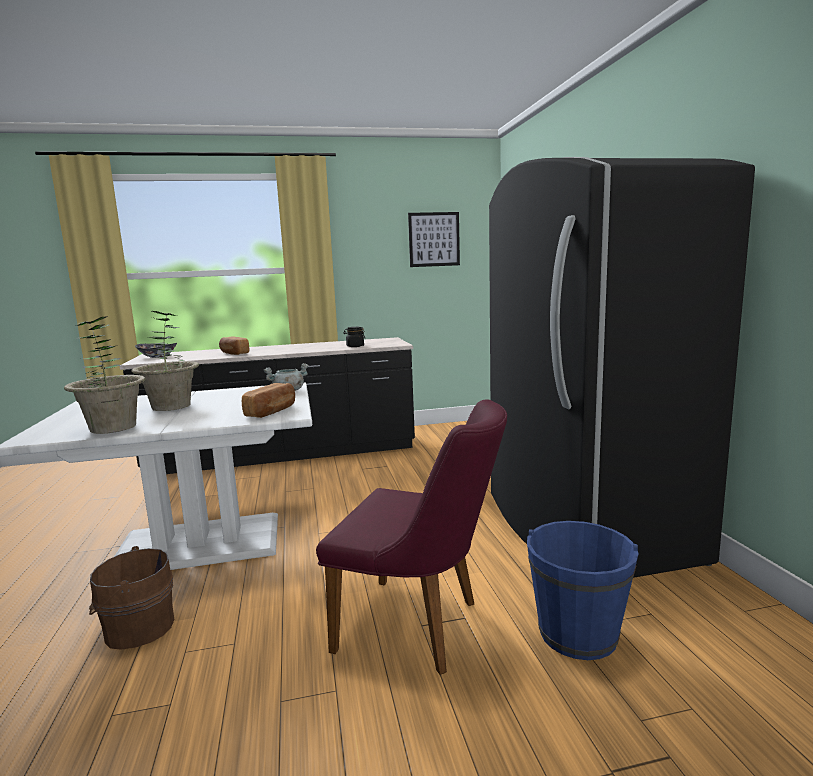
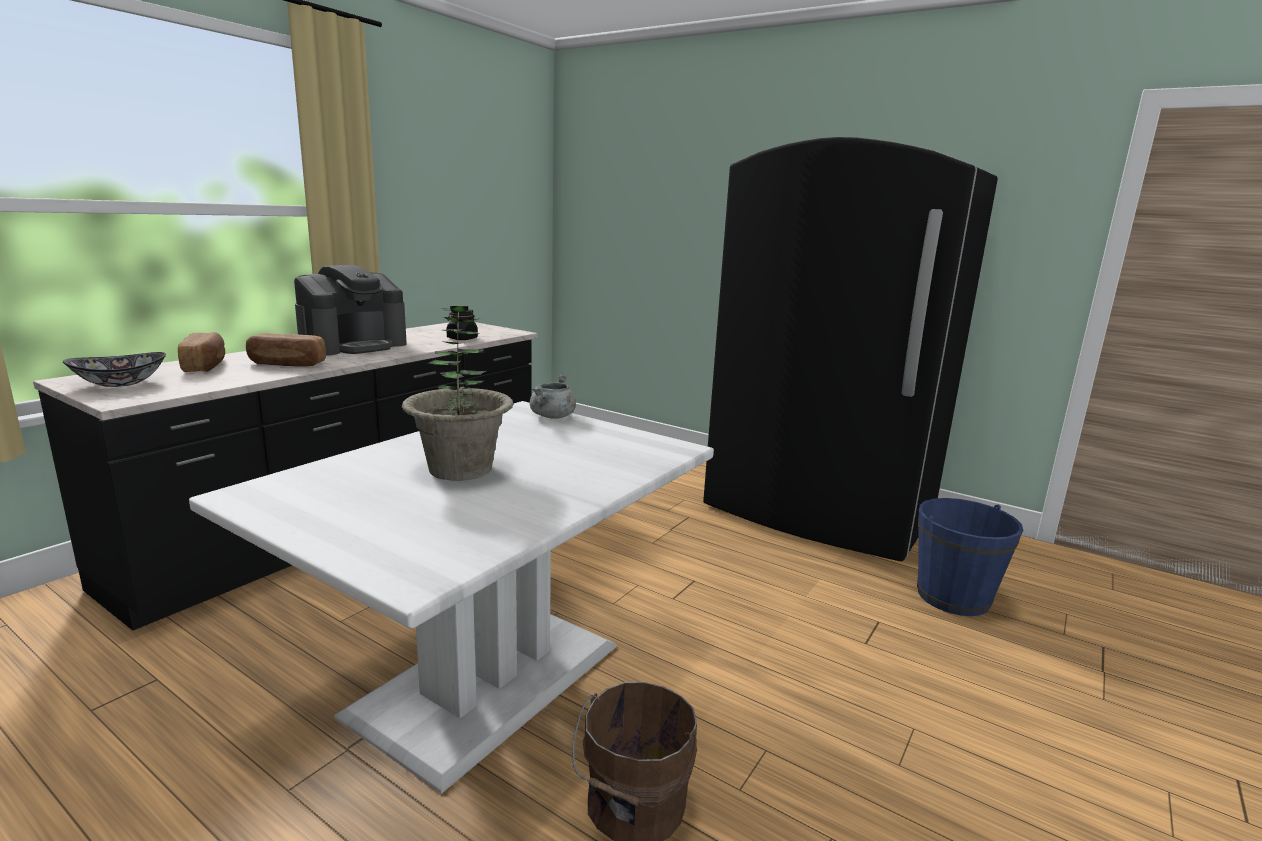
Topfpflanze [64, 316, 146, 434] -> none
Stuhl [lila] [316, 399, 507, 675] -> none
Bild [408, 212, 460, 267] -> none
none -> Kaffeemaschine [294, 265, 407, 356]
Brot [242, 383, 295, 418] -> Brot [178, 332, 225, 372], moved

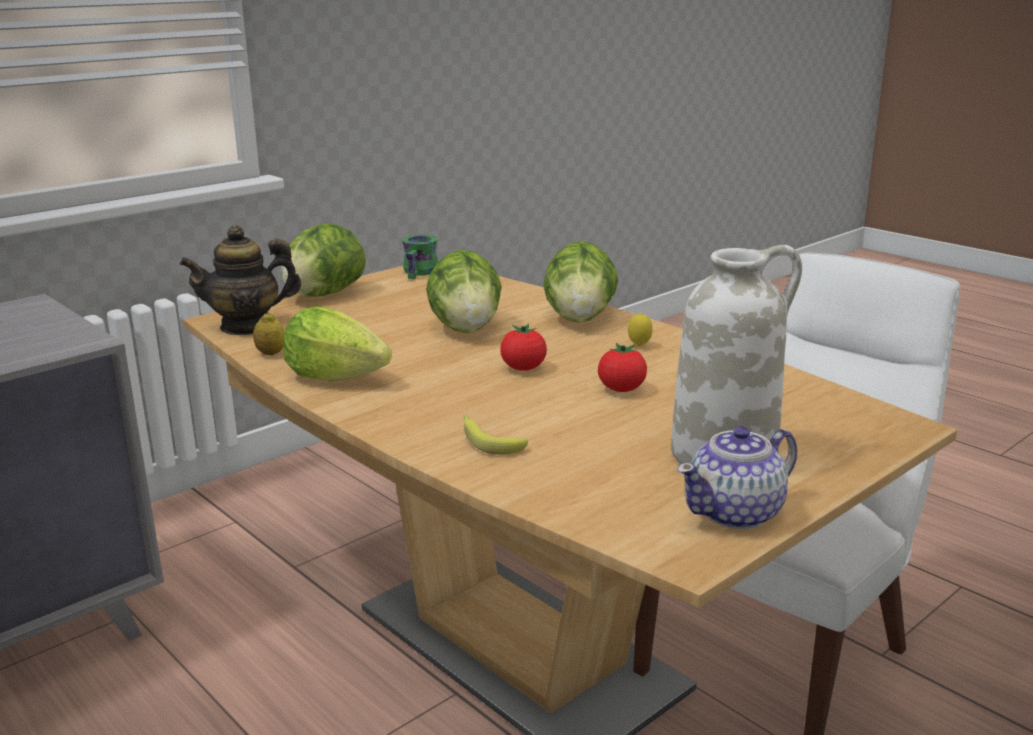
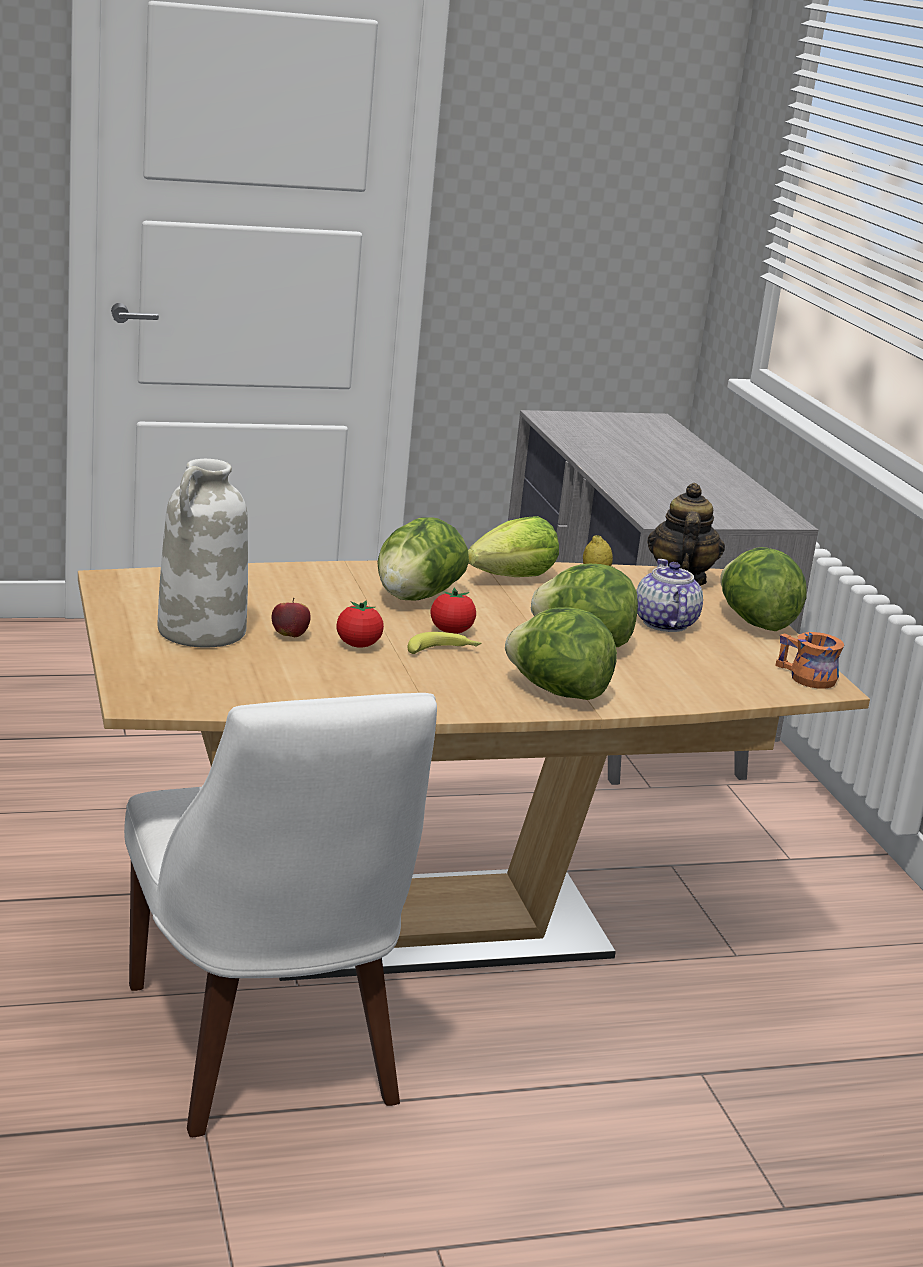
Zitrone [628, 313, 653, 346] -> none
none -> Apfel [271, 598, 311, 637]
none -> Salatkopf [378, 517, 469, 600]
Banane [464, 415, 528, 455] -> Banane [407, 632, 481, 654], moved
Teekanne [677, 426, 797, 529] -> Teekanne [636, 559, 703, 632], moved
Henkelbecher [grün] [402, 235, 439, 279] -> Henkelbecher [orange] [775, 632, 844, 689]

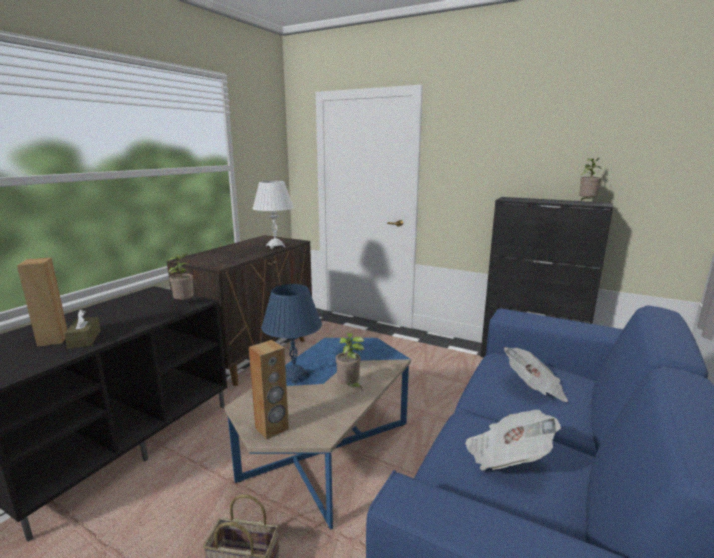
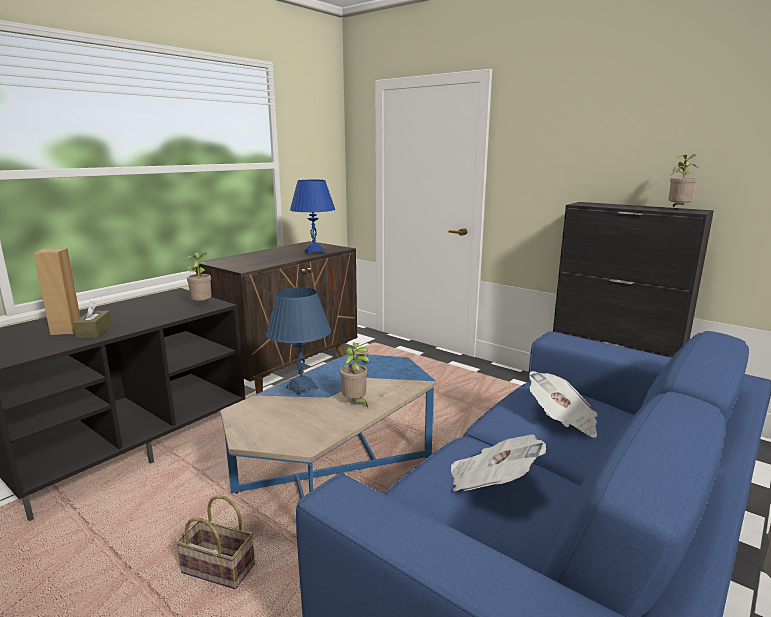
Lautsprecher [braun] [249, 340, 289, 440] -> none
Tischlampe [weiß] [252, 181, 294, 249] -> Tischlampe [blau] [290, 180, 335, 255]

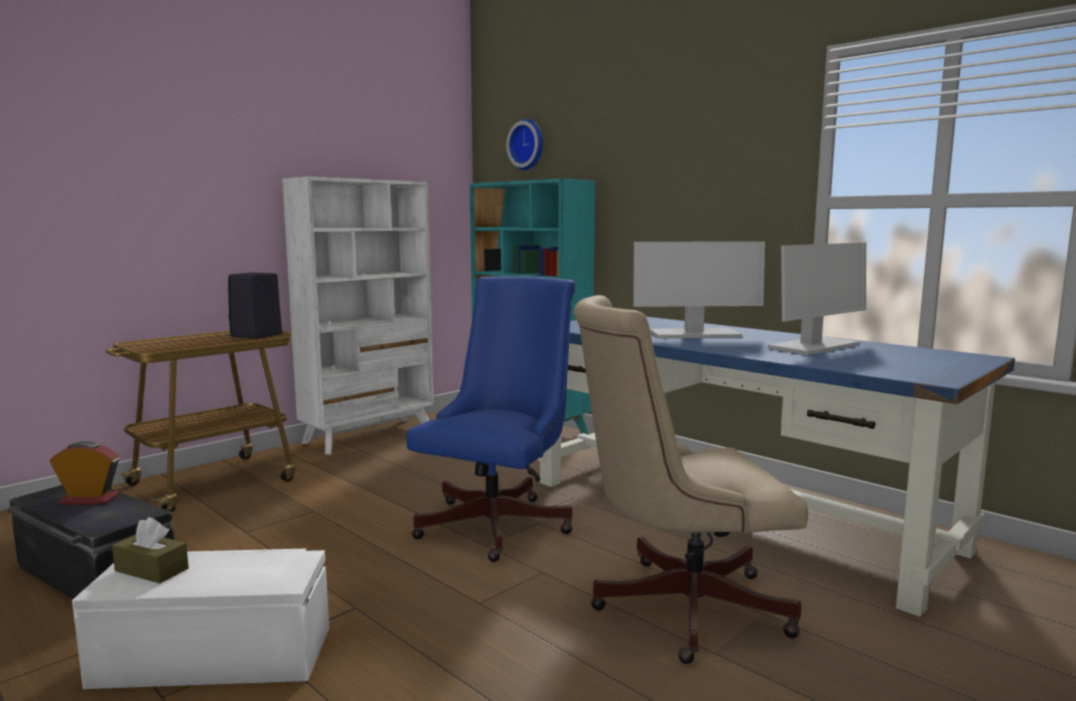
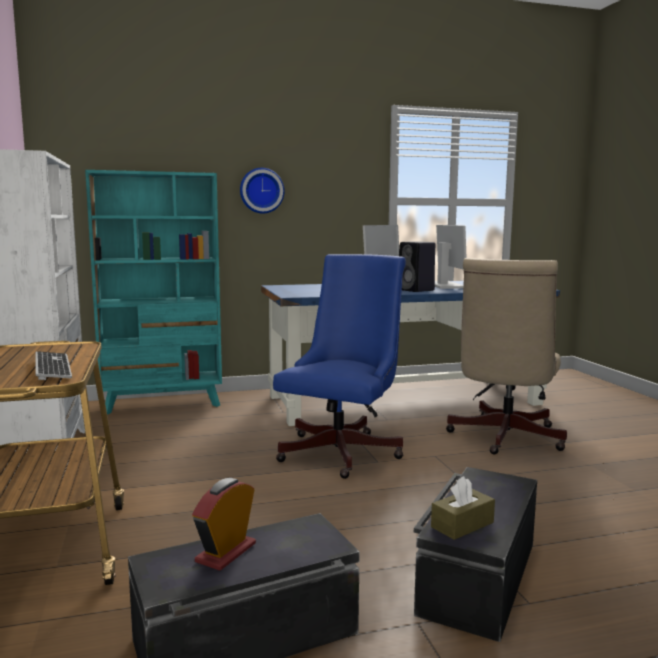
none -> Tastatur [35, 351, 72, 380]
Lautsprecher [schwarz] [228, 272, 282, 339] -> Lautsprecher [schwarz] [399, 241, 435, 292], moved
Wanduhr [506, 119, 543, 170] -> Wanduhr [240, 168, 284, 214], moved
Aufbewahrungsbox [weiß] [72, 548, 329, 689] -> Aufbewahrungsbox [schwarz] [414, 467, 537, 642]
Bürostuhl [blau] [406, 276, 575, 562] -> Bürostuhl [blau] [273, 254, 406, 479], 60 degrees clockwise

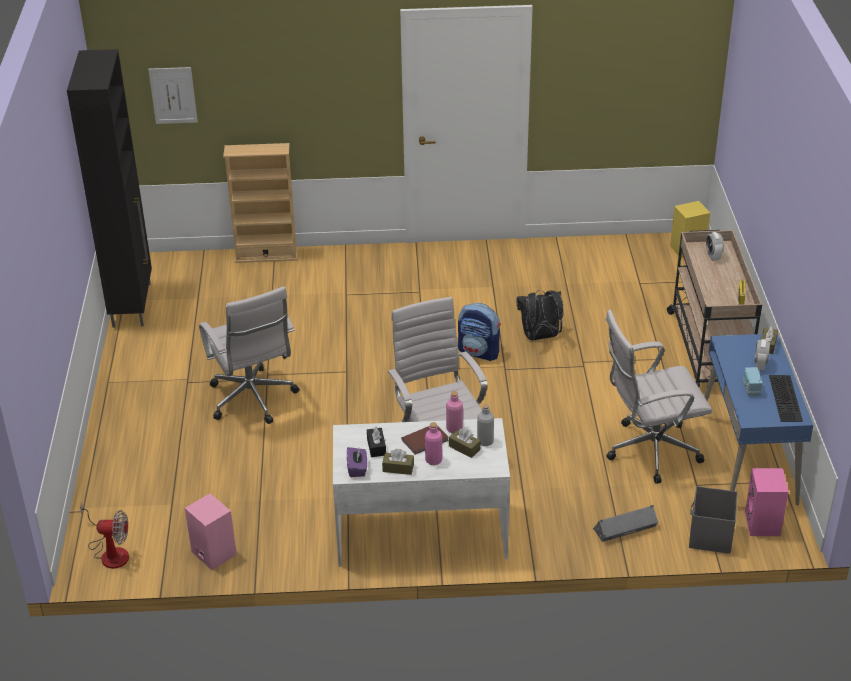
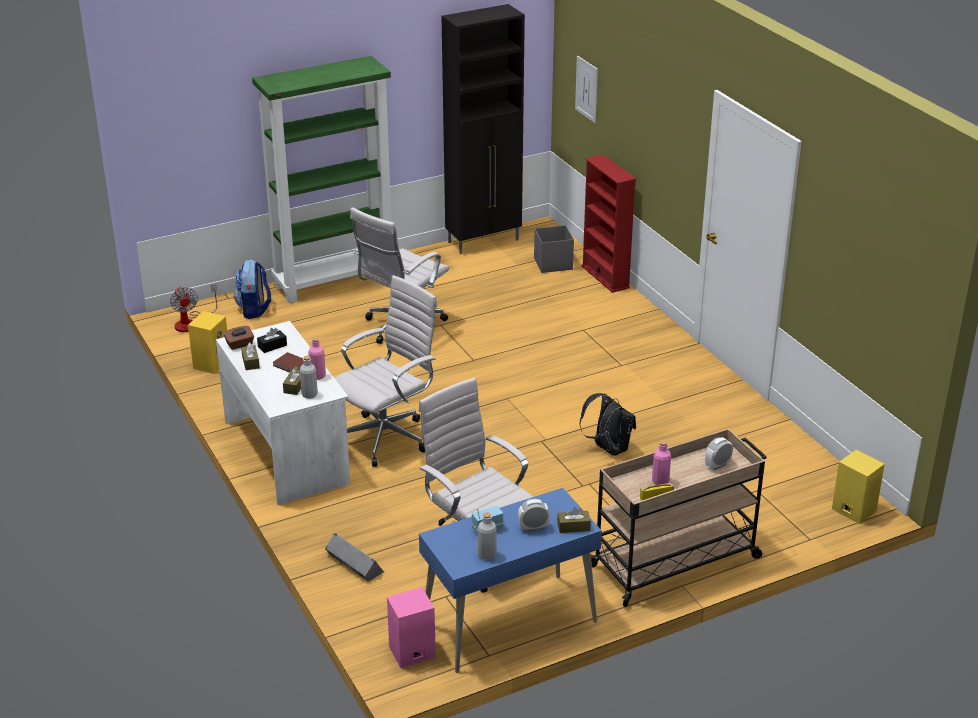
none -> Bücherregal [grün] [252, 56, 391, 303]
Flasche [rosa] [425, 422, 442, 465] -> Flasche [rosa] [652, 440, 671, 485], moved
Rucksack [458, 303, 501, 361] -> Rucksack [234, 259, 271, 319], moved
Aufbewahrungsbox [grau] [689, 486, 738, 554] -> Aufbewahrungsbox [grau] [534, 225, 574, 273], moved
Tastatur [769, 375, 803, 422] -> Flasche [grau] [478, 512, 497, 560]
Lautsprecher [rosa] [185, 493, 237, 570] -> Lautsprecher [gelb] [188, 311, 227, 374]
Bücherregal [beige] [223, 143, 298, 263] -> Bücherregal [rot] [581, 155, 636, 293]
Taschentuchbox [lila] [347, 447, 367, 477] -> Taschentuchbox [braun] [223, 326, 254, 350]

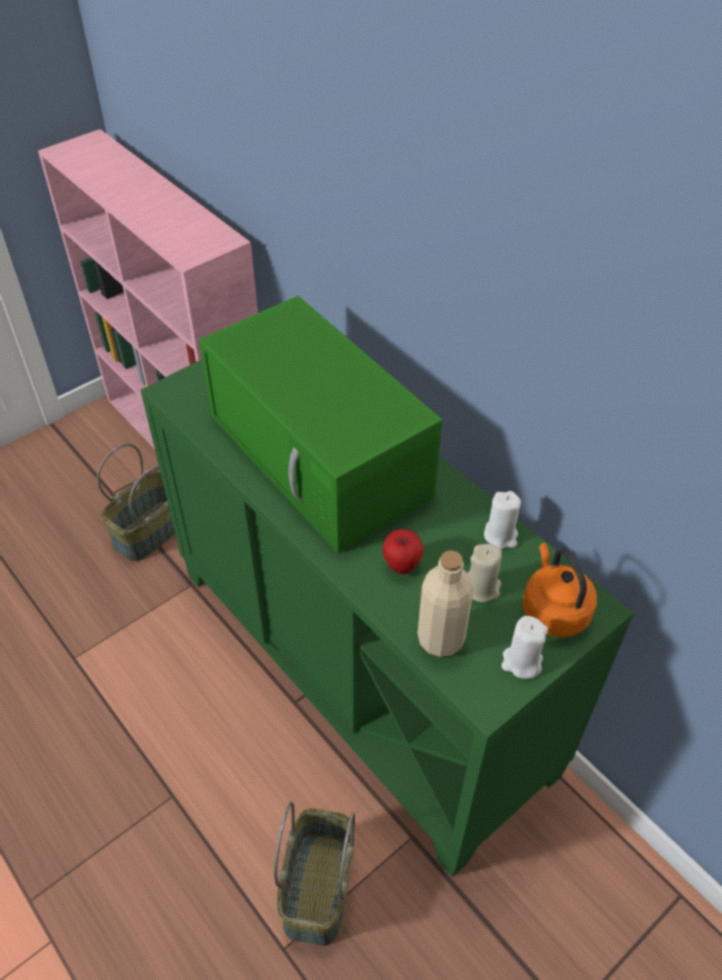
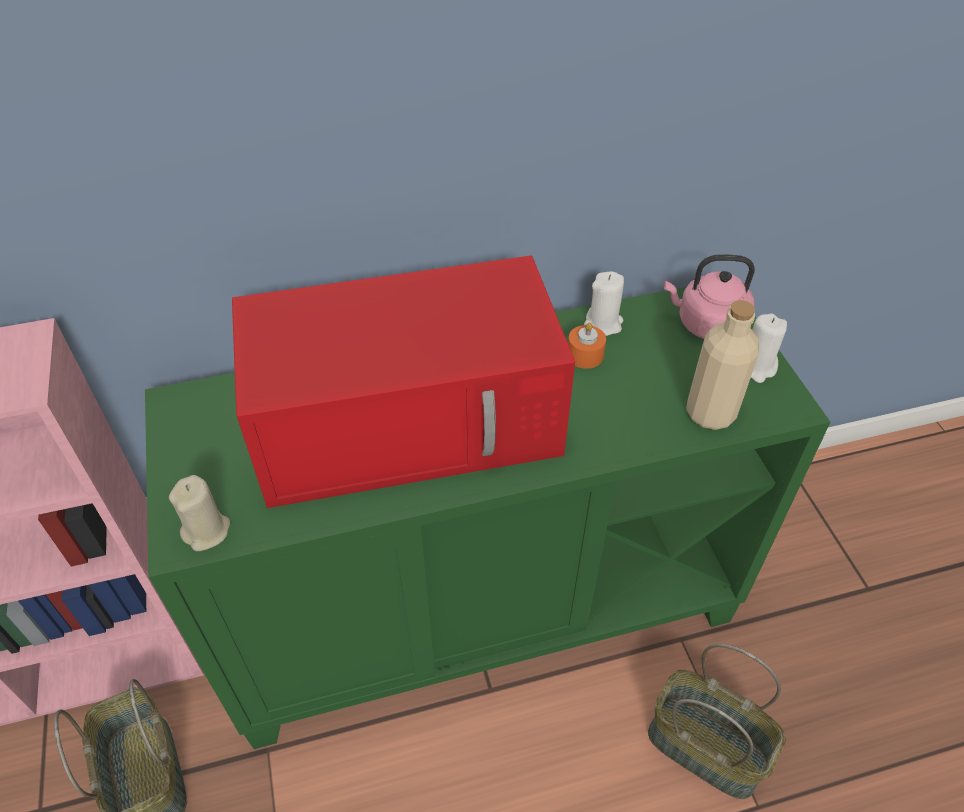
Apfel [383, 529, 424, 574] -> none
none -> Kerze [orange] [568, 323, 606, 369]
Kerze [beige] [468, 544, 502, 602] -> Kerze [beige] [169, 475, 230, 551], moved
Mikrowelle [grün] [199, 296, 443, 553] -> Mikrowelle [rot] [232, 255, 575, 508]
Wasserkessel [orange] [523, 542, 597, 638] -> Wasserkessel [rosa] [664, 255, 755, 339]

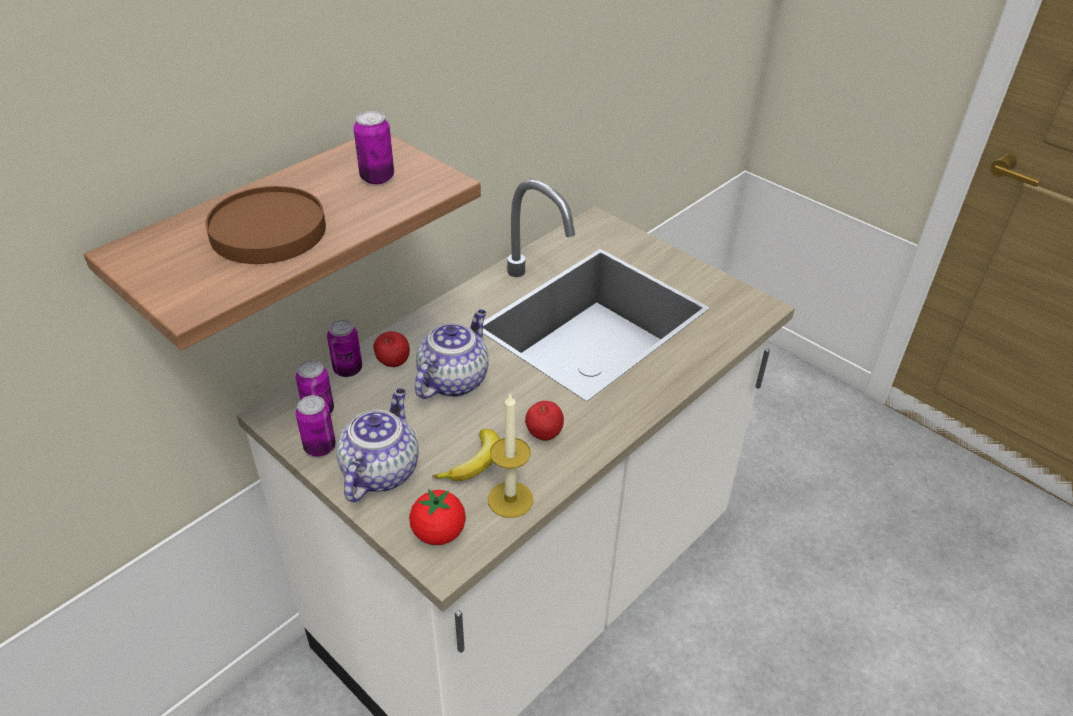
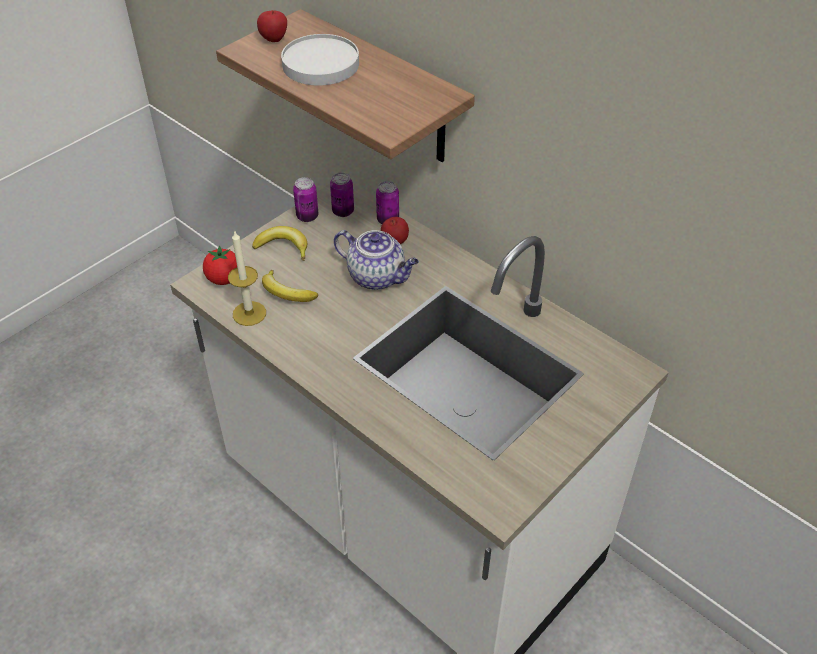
Dose [354, 111, 394, 184] -> none
Apfel [525, 401, 564, 441] -> Apfel [257, 10, 287, 42], moved
Teekanne [336, 388, 419, 502] -> Banane [252, 226, 307, 261]
Teller [braun] [206, 186, 326, 264] -> Teller [weiß] [281, 34, 359, 85]

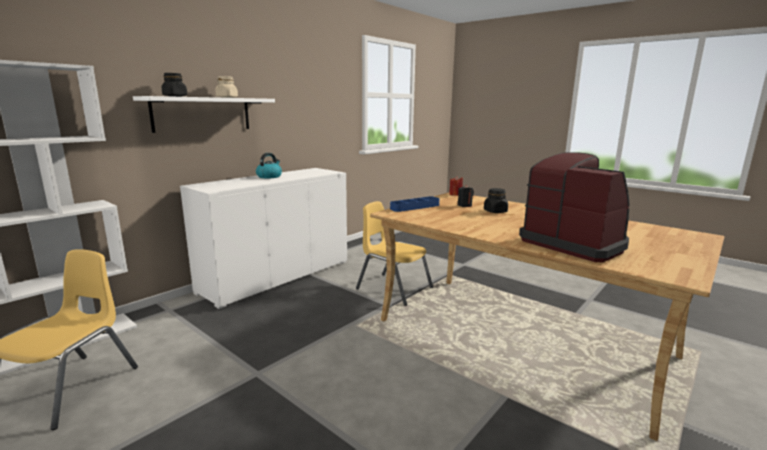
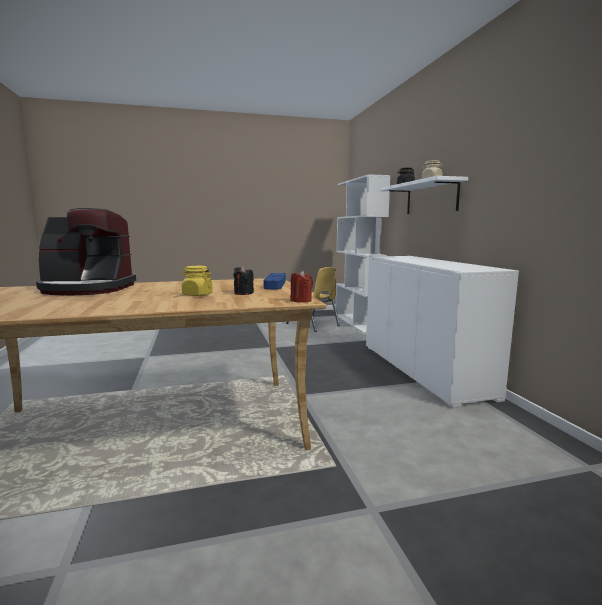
Wasserkessel [256, 153, 282, 179] -> none
Stuhl [gelb] [356, 201, 433, 306] -> none
Vorratsglas [schwarz] [484, 188, 508, 213] -> Vorratsglas [gelb] [181, 266, 213, 296]

